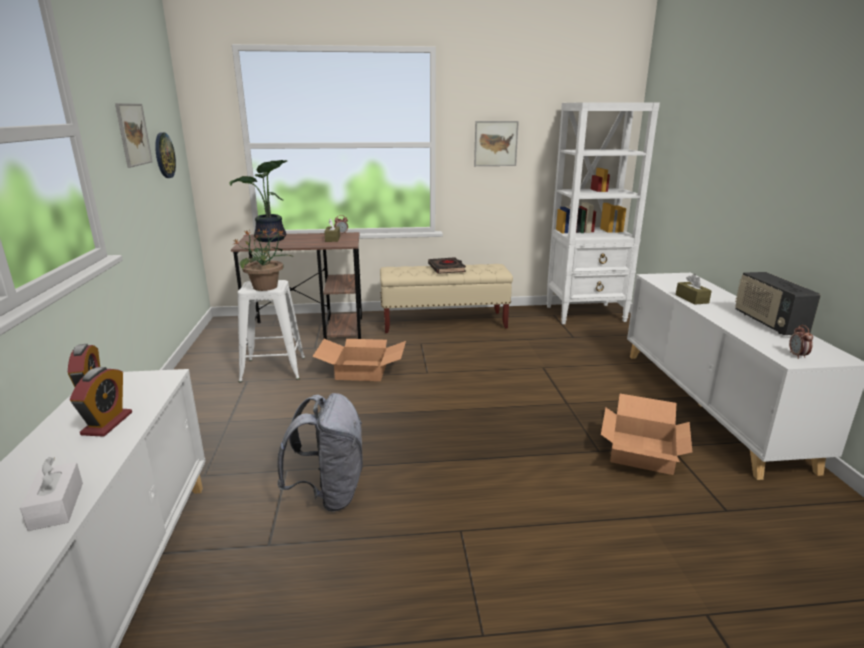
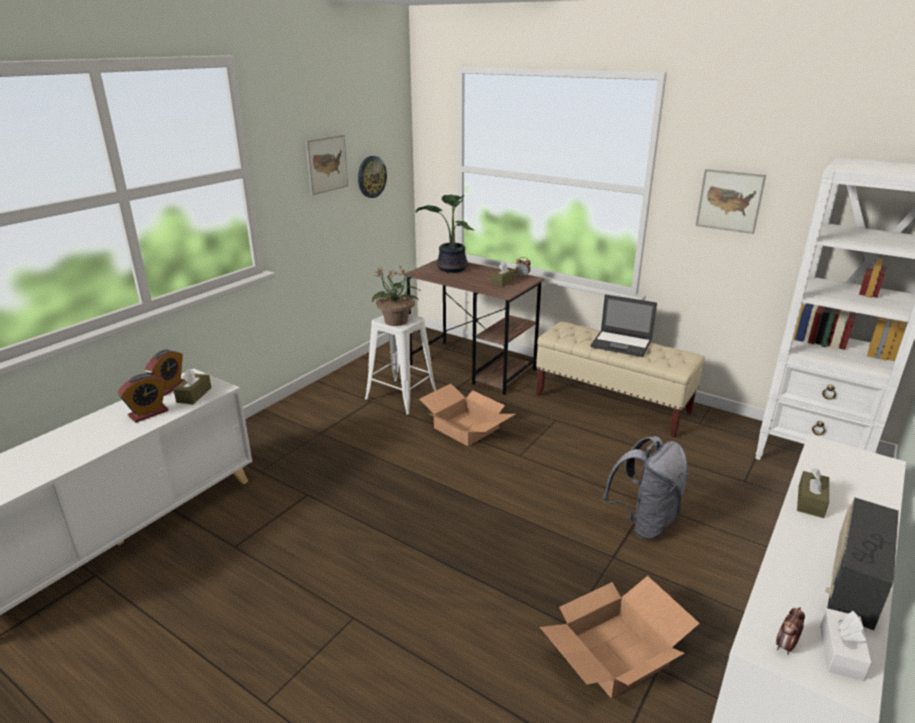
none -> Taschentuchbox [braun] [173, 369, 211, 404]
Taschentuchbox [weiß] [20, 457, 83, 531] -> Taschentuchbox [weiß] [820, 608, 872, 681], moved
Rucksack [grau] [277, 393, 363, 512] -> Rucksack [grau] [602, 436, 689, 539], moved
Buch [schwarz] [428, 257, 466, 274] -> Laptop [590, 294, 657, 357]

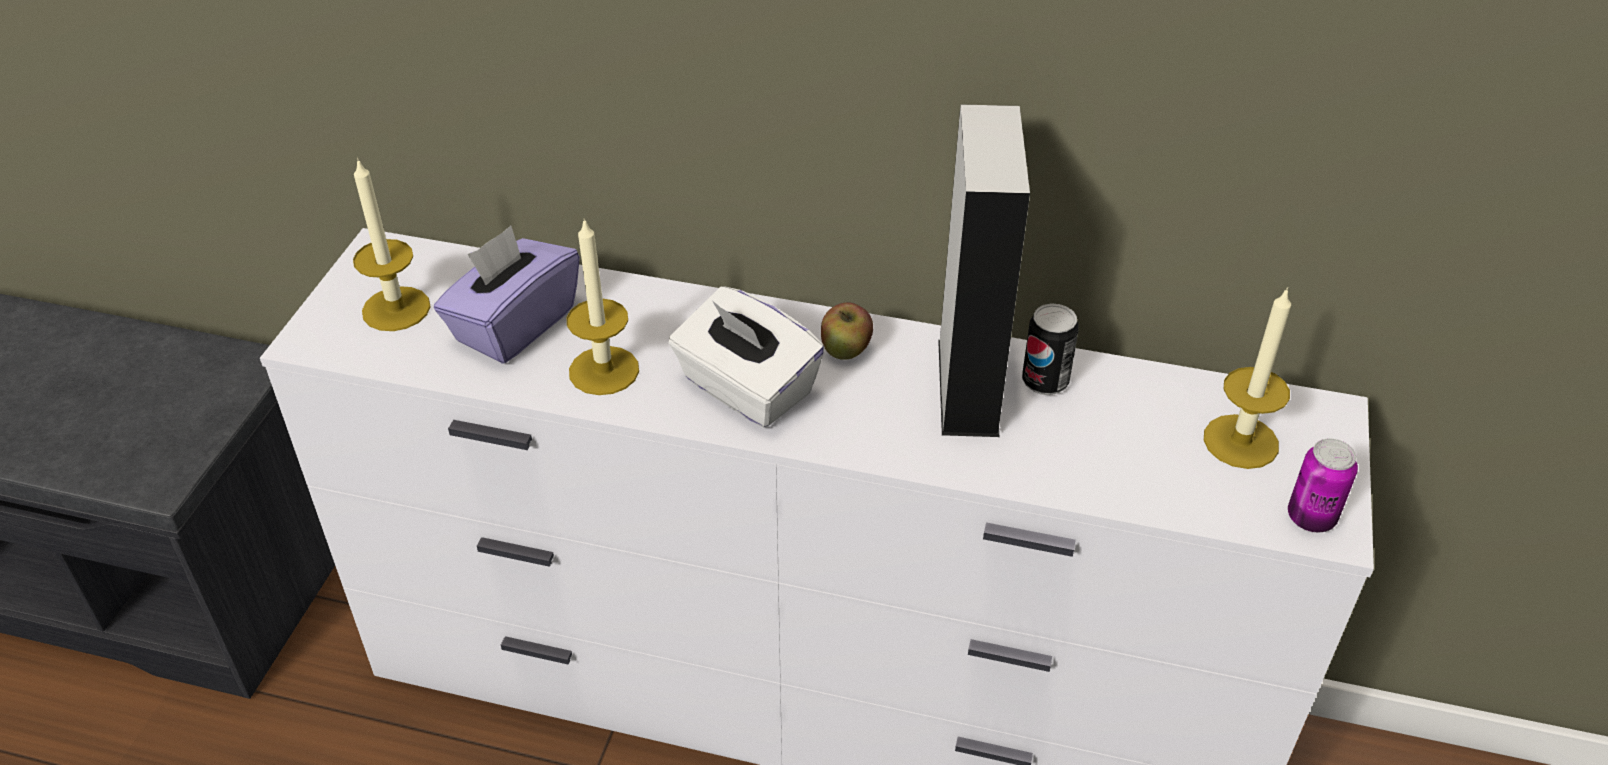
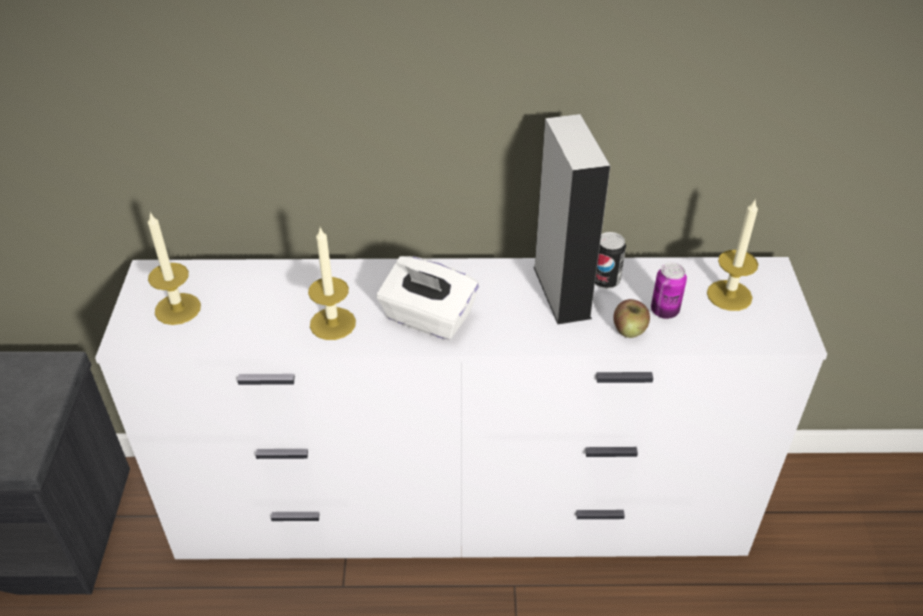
Taschentuchbox [lila] [434, 226, 580, 364] -> none
Apfel [821, 302, 873, 360] -> Apfel [613, 299, 650, 338], moved
Dose [1288, 439, 1358, 532] -> Dose [651, 263, 687, 319], moved

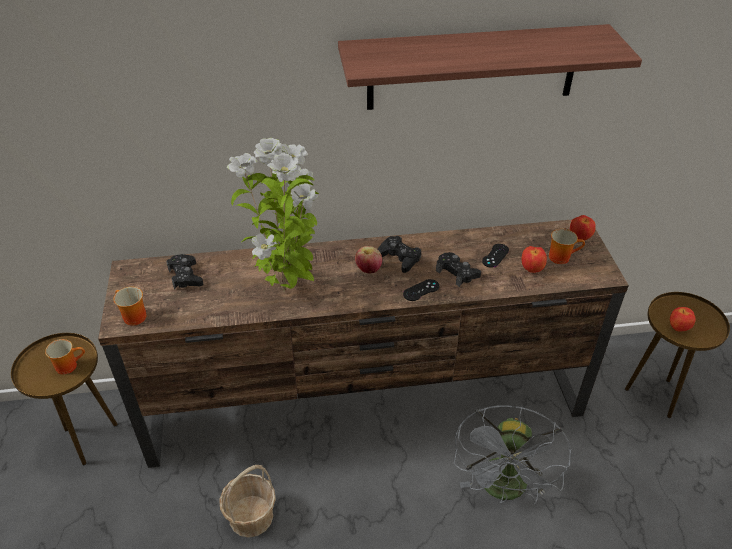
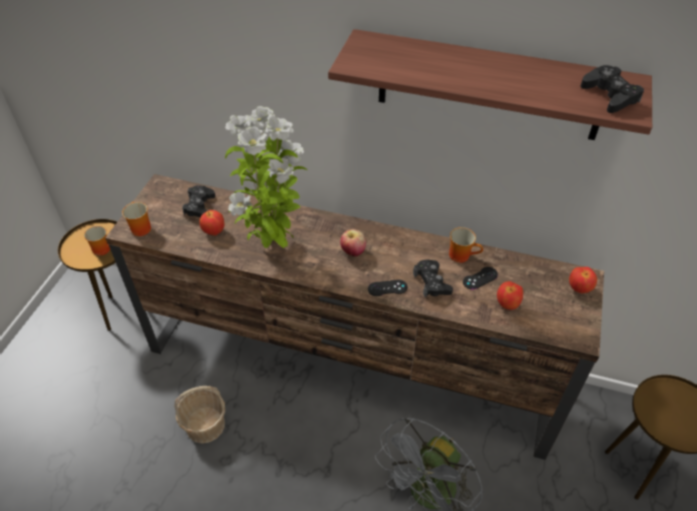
Gamepad [schwarz] [378, 236, 421, 273] -> Gamepad [schwarz] [581, 65, 644, 113], moved
Henkelbecher [549, 228, 585, 264] -> Henkelbecher [449, 227, 483, 263], moved
Apfel [670, 307, 695, 331] -> Apfel [199, 210, 224, 236], moved

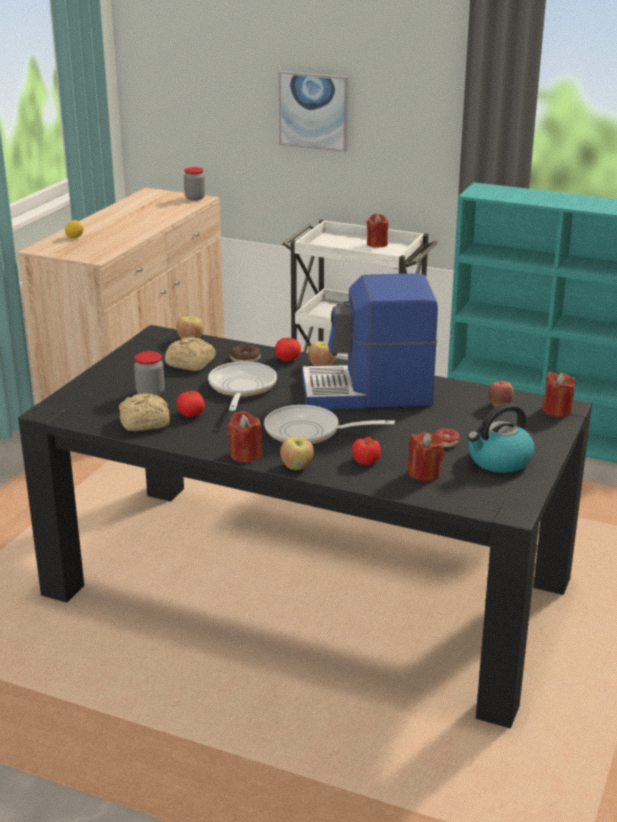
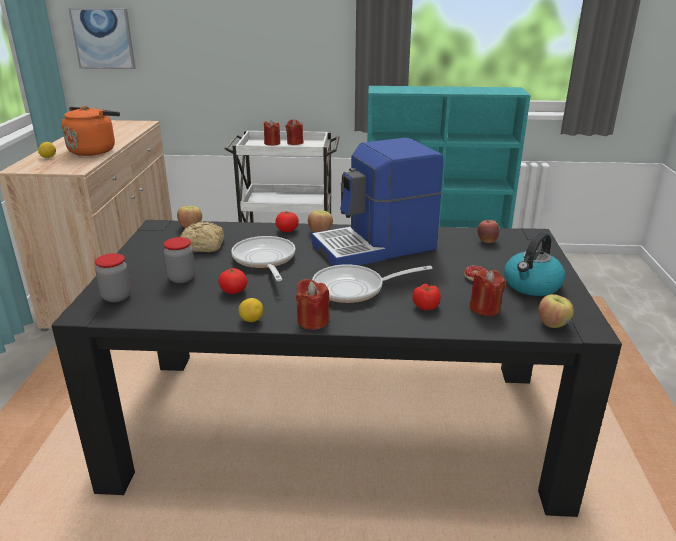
Brot [119, 393, 170, 431] -> none
Donut [230, 345, 261, 362] -> none
none -> Wasserkessel [orange] [62, 106, 120, 156]
none -> Zitrone [239, 298, 263, 322]
Vorratsglas [184, 167, 205, 201] -> Vorratsglas [95, 253, 131, 302], moved
Bild [279, 71, 349, 152] -> Bild [69, 8, 136, 69], moved
Apfel [280, 436, 314, 470] -> Apfel [538, 294, 574, 328], moved
Kerze [rot] [543, 372, 575, 417] -> Kerze [rot] [264, 120, 280, 146], moved

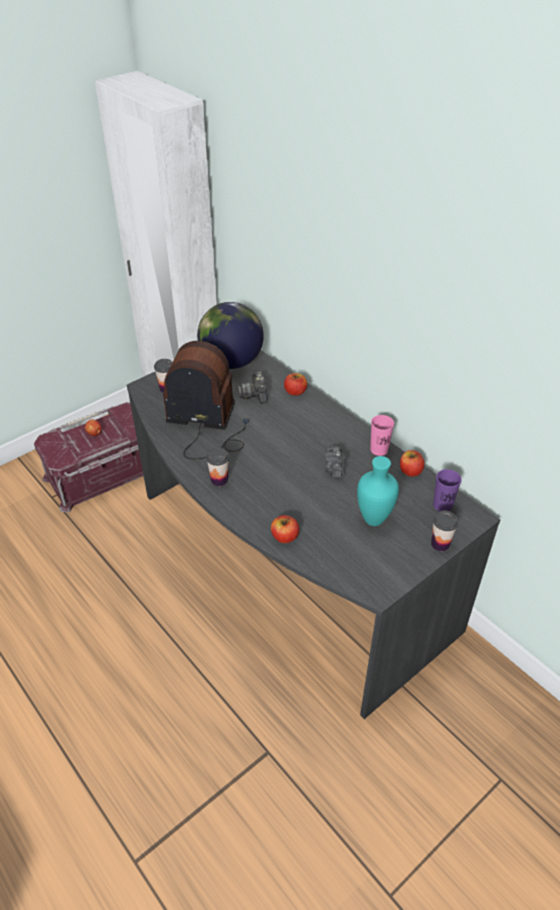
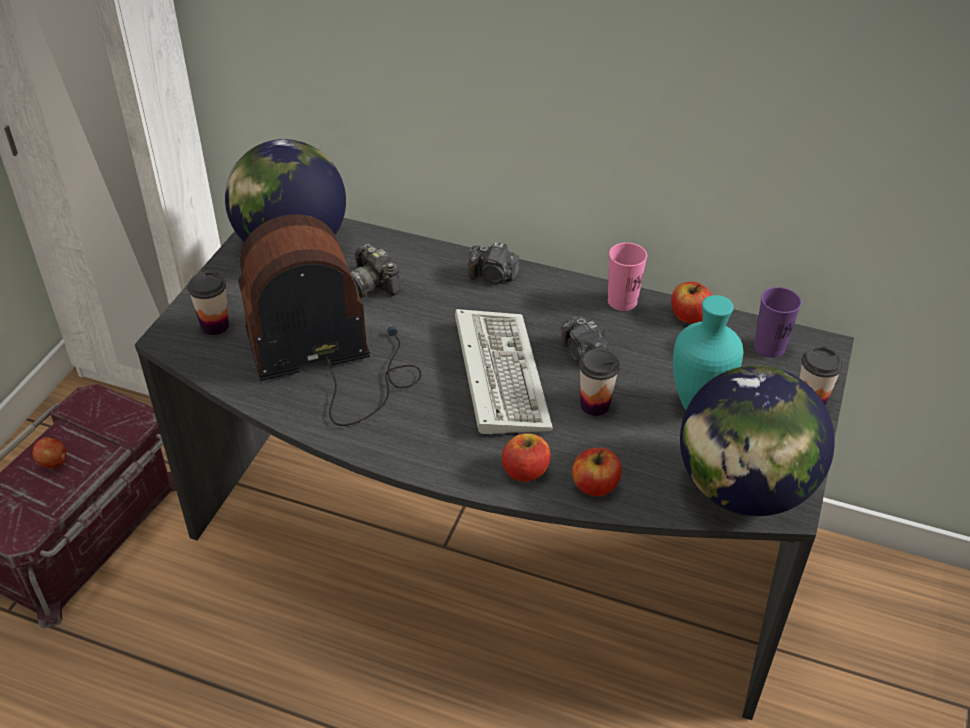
none -> Tastatur [455, 309, 553, 435]
none -> Kamera [467, 242, 520, 284]
none -> Globus [680, 365, 835, 516]
Tasse [206, 448, 229, 486] -> Tasse [579, 349, 620, 416], moved
Apfel [284, 373, 307, 396] -> Apfel [502, 433, 551, 482], moved

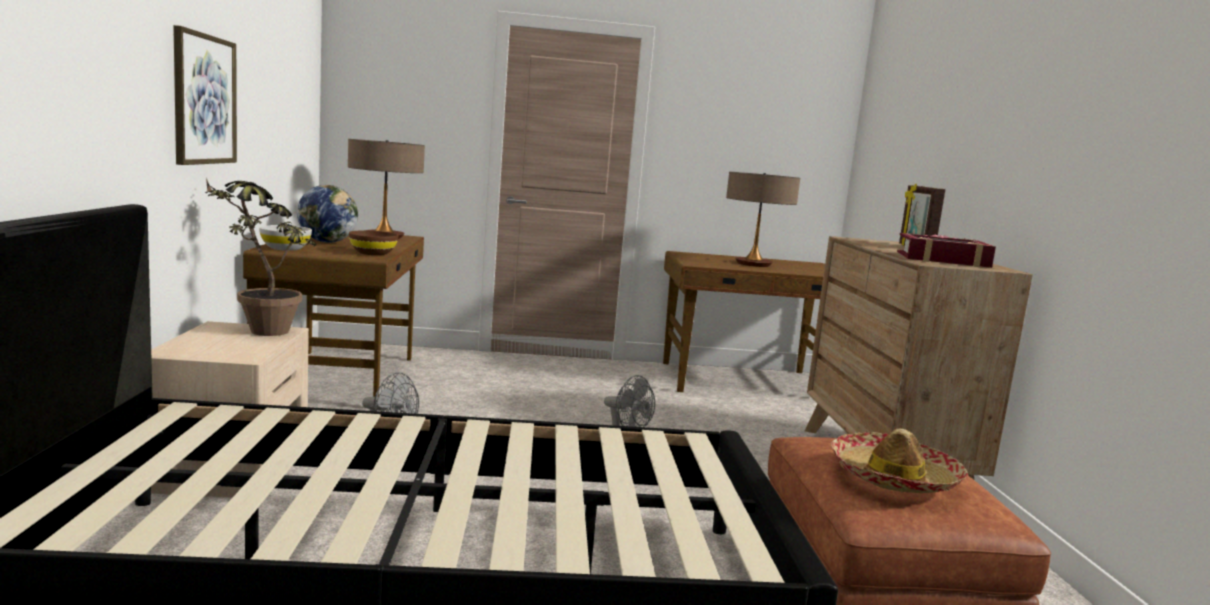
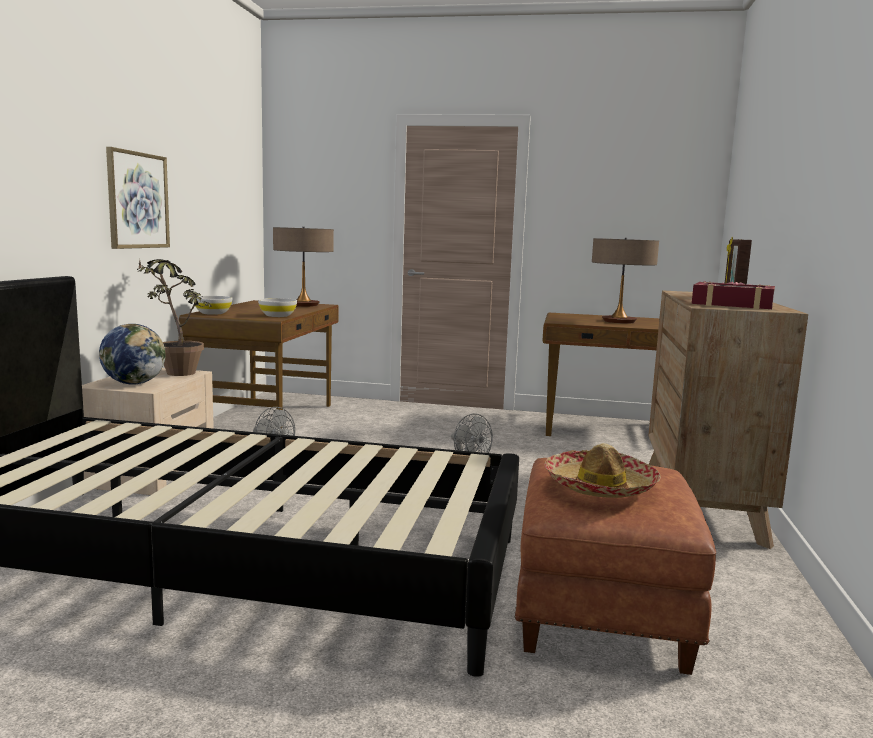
Globus [297, 185, 358, 243] -> Globus [99, 324, 166, 385], moved
Schüssel [braun] [349, 230, 399, 255] -> Schüssel [weiß] [258, 298, 297, 317]

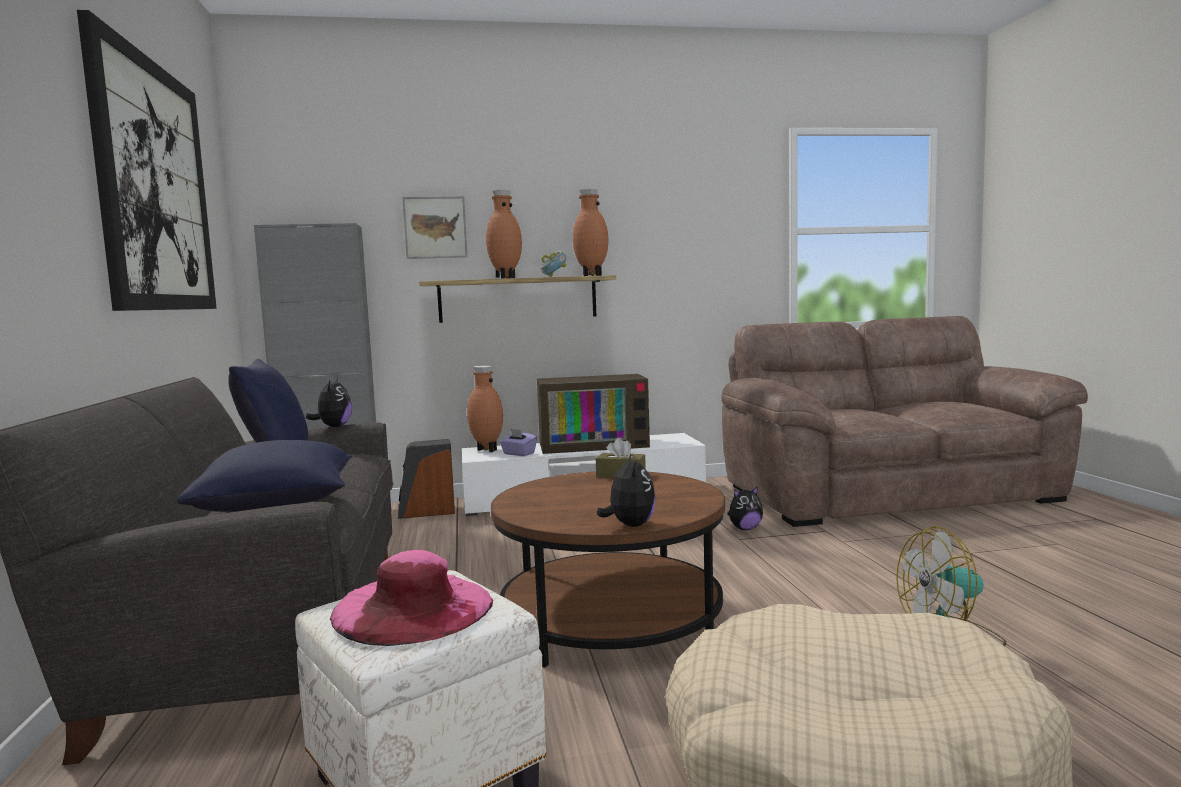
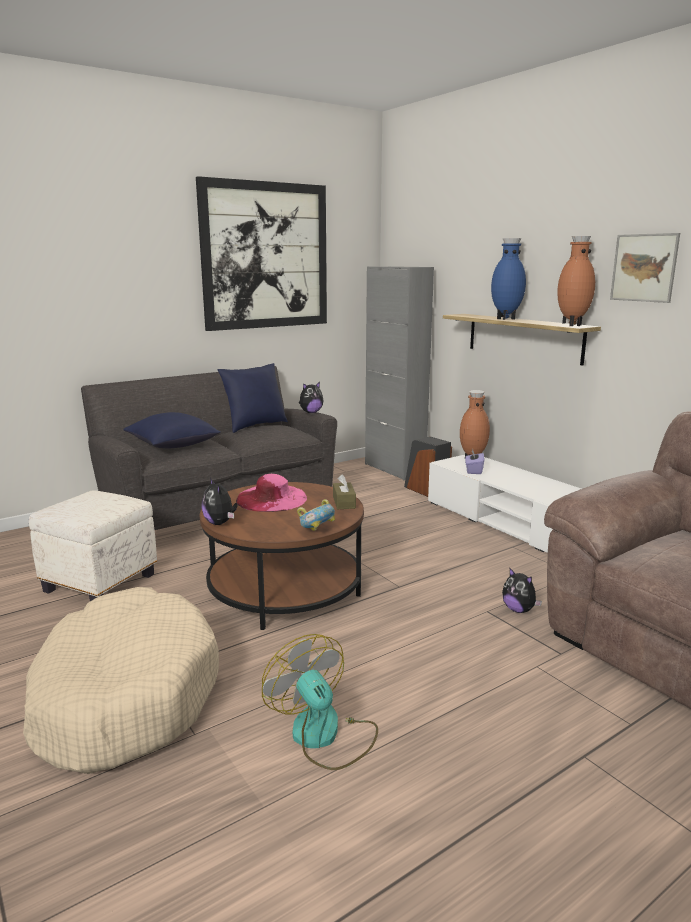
Fernseher [537, 374, 650, 454] -> none
Hut [rosa] [329, 550, 493, 646] -> Hut [rosa] [236, 474, 307, 512], moved
Bild [402, 196, 468, 259] -> Bild [610, 233, 680, 303], moved
Schüssel [540, 251, 566, 277] -> Schüssel [297, 499, 335, 531], moved
Vase [braun] [486, 190, 522, 279] -> Vase [blau] [491, 238, 526, 320]
Plüschtier [597, 454, 656, 527] -> Plüschtier [201, 478, 238, 525], 90 degrees clockwise

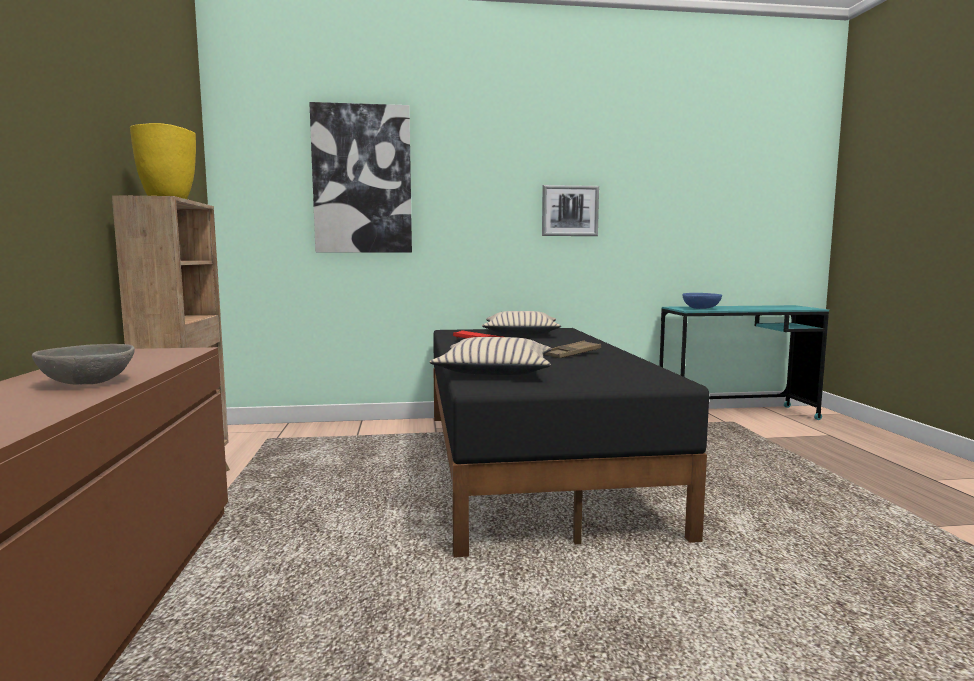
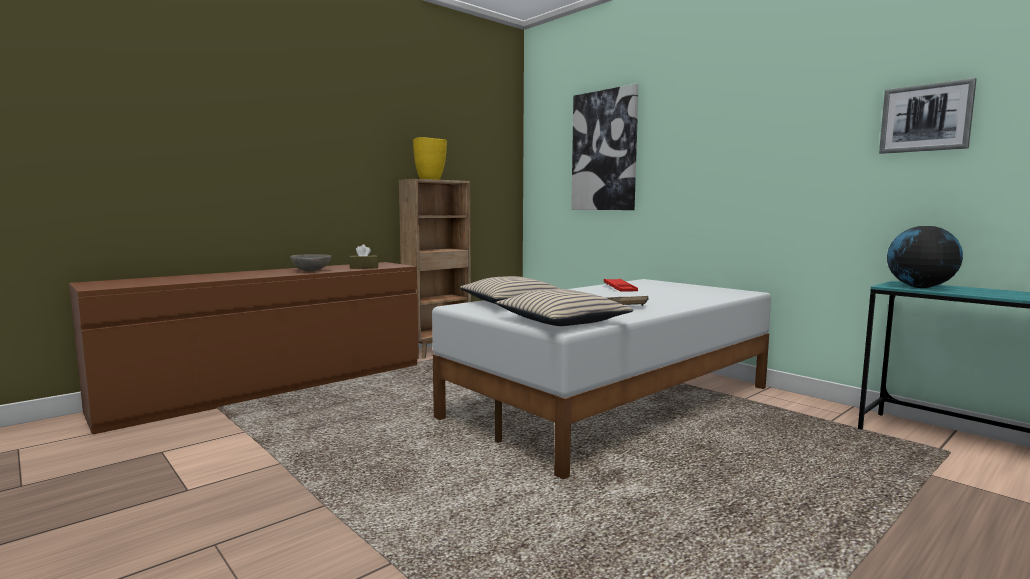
none -> Taschentuchbox [braun] [349, 244, 378, 269]
Kissen [beige] [482, 311, 561, 335] -> Kissen [beige] [496, 289, 634, 326], moved
Bild [542, 185, 599, 236] -> Bild [879, 78, 976, 154], moved
Schüssel [blau] [682, 293, 722, 309] -> Globus [887, 226, 963, 288]
Bett [schwarz] [433, 328, 709, 557] -> Bett [weiß] [432, 279, 771, 480]

